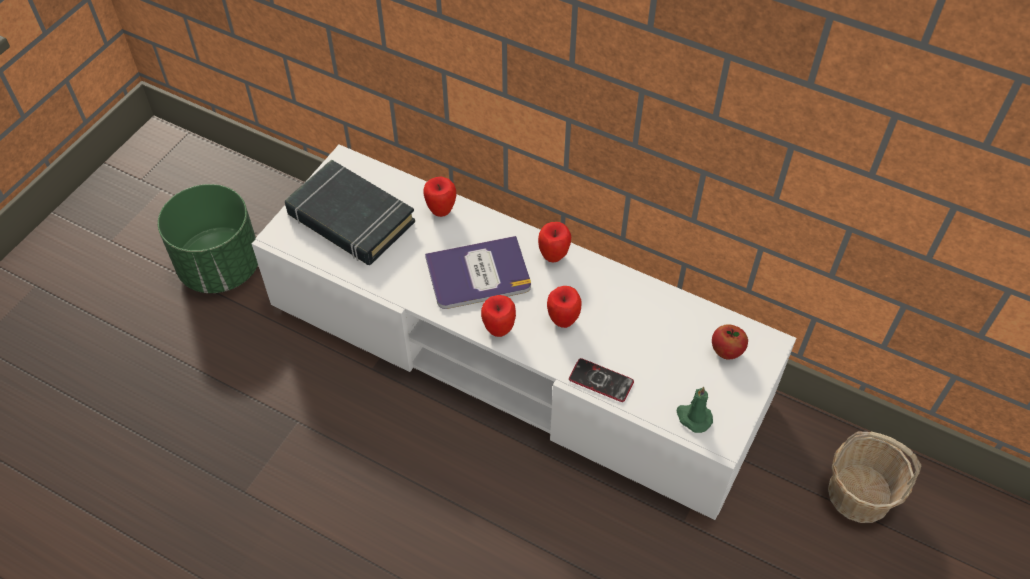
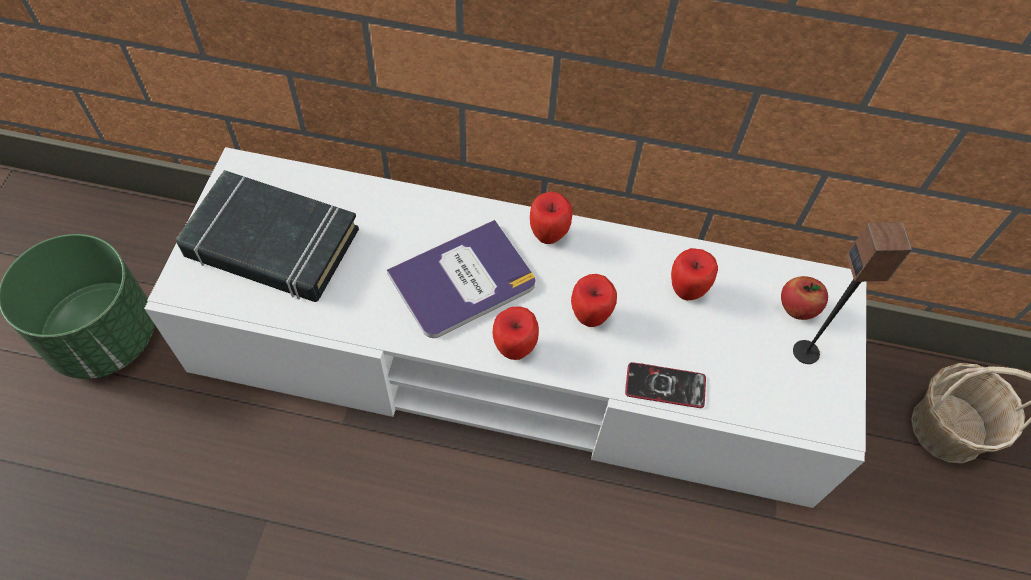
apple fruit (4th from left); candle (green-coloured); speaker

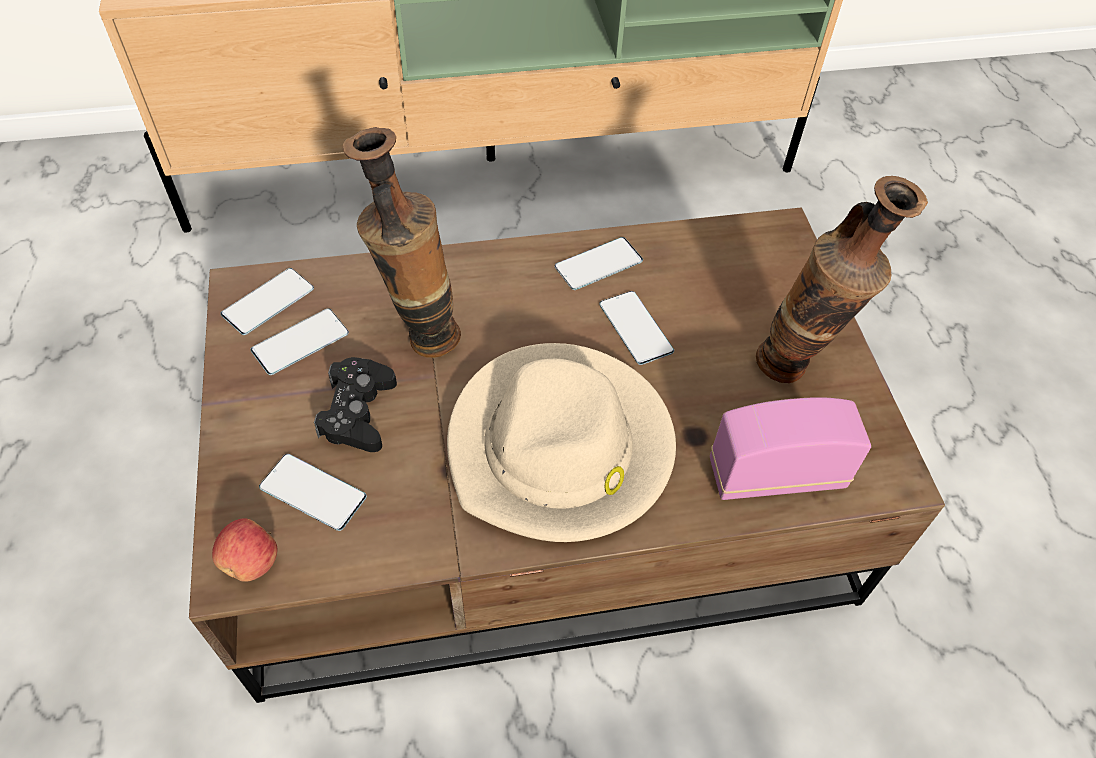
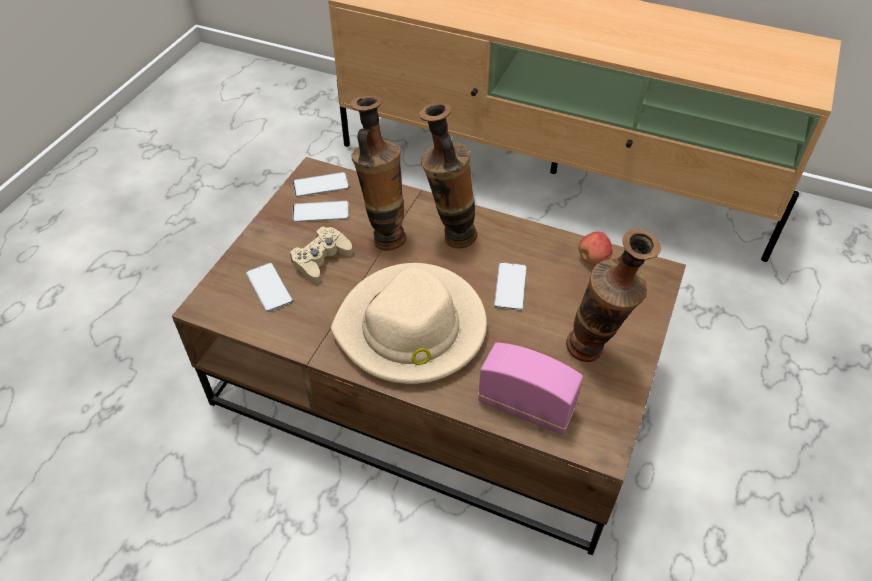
apple fruit; gamepad (beige-coloured); handset (4th from left in the first image); vase (2nd from left)

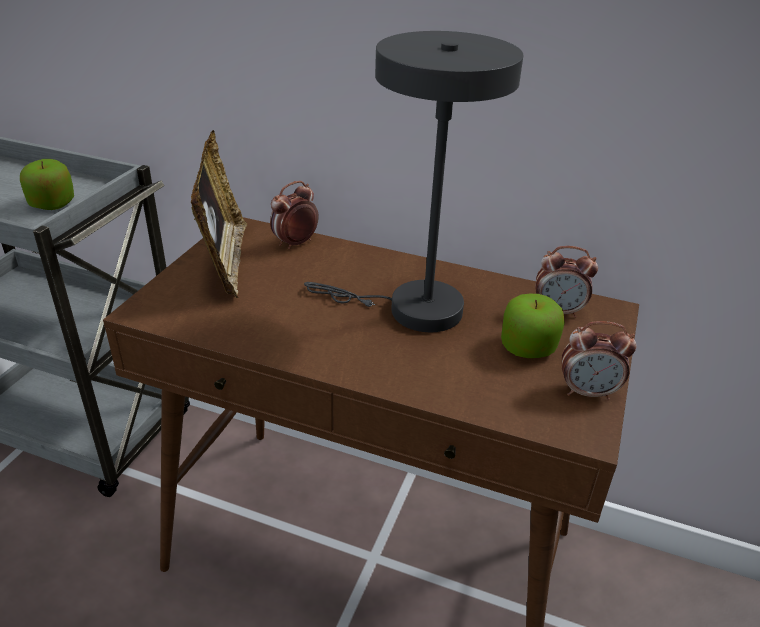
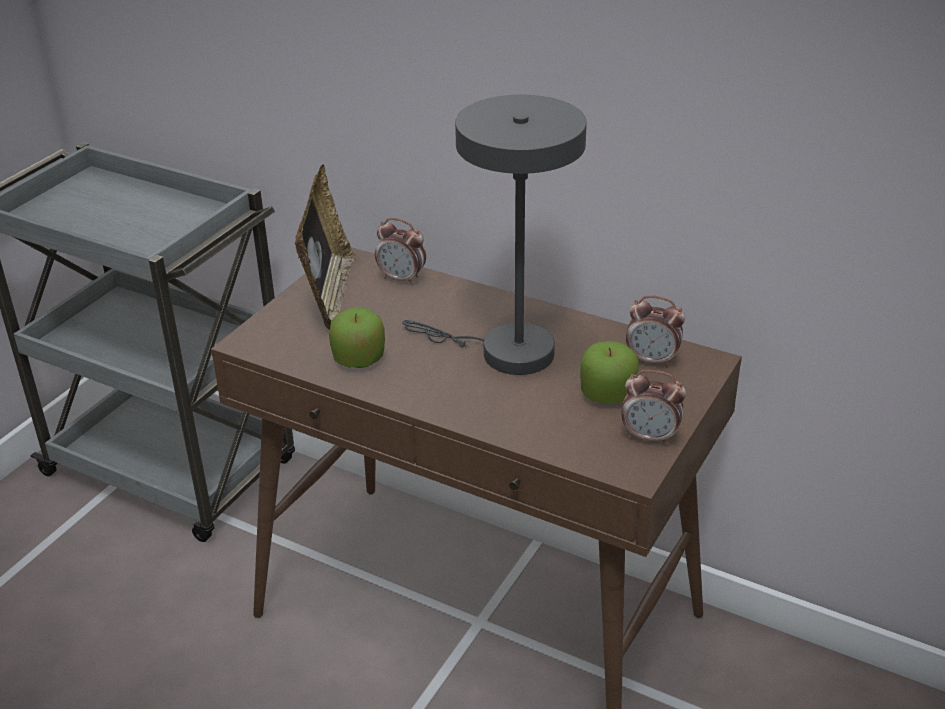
apple fruit (1st from left); alarm clock (1st from left)

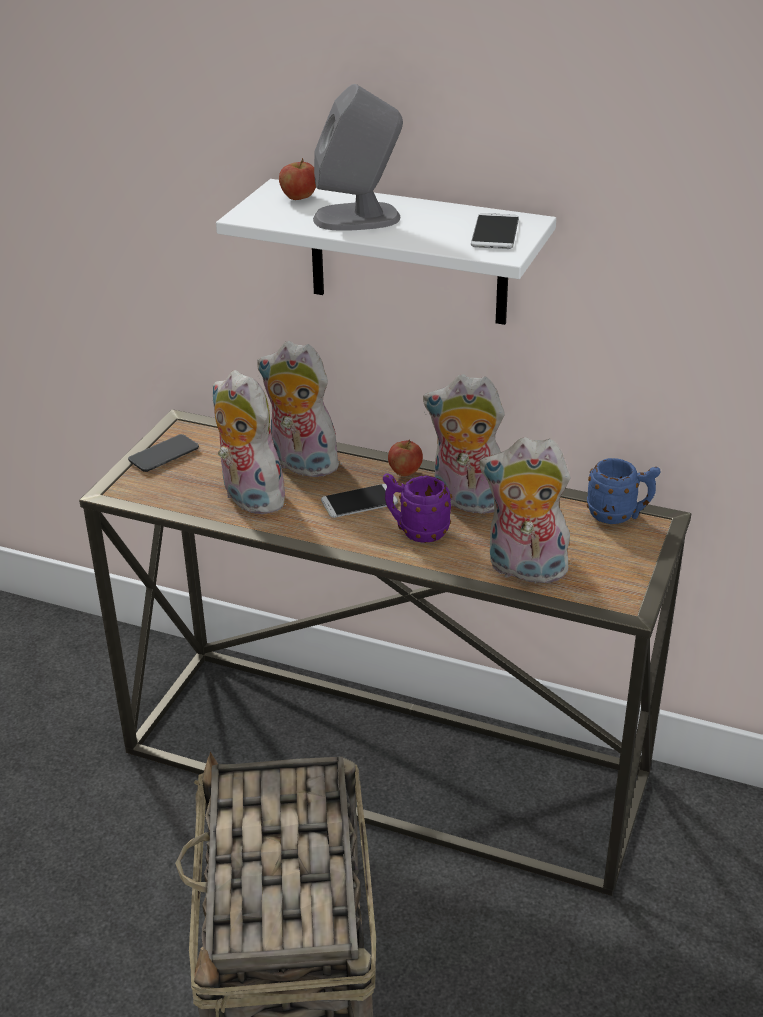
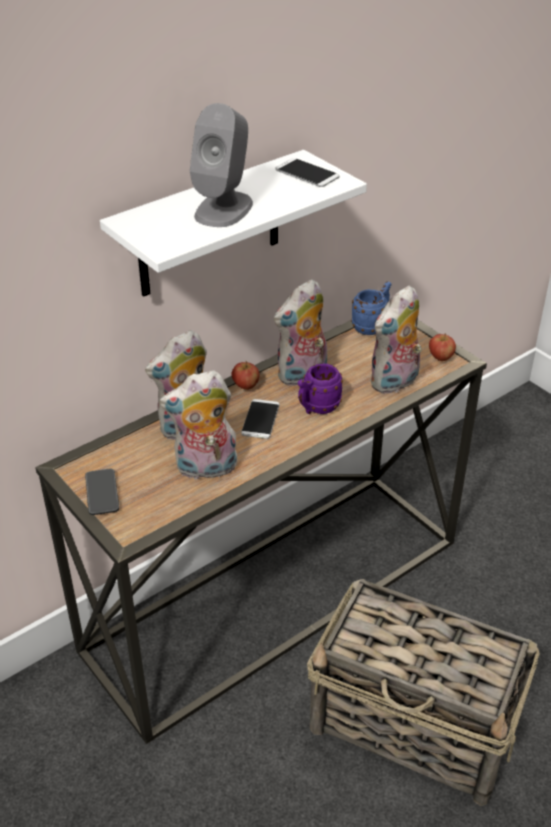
apple fruit (2nd from left)

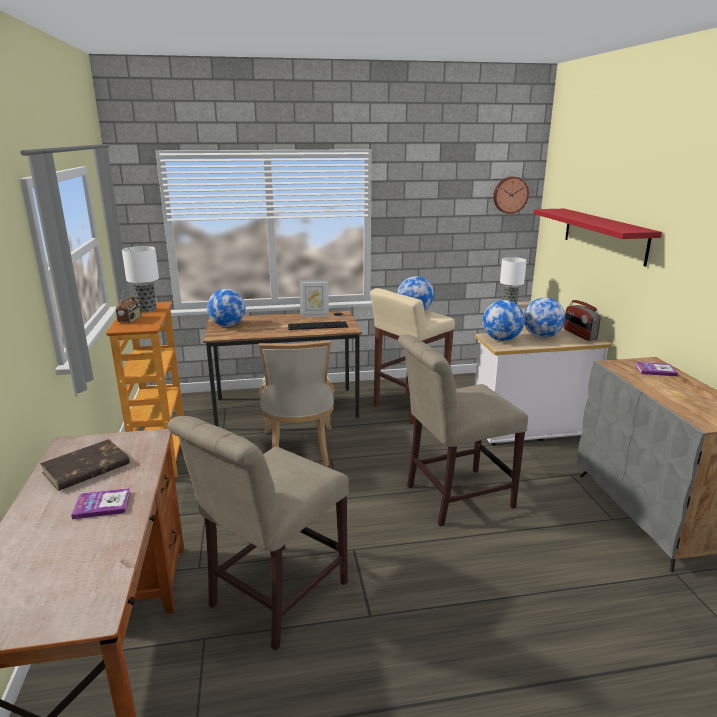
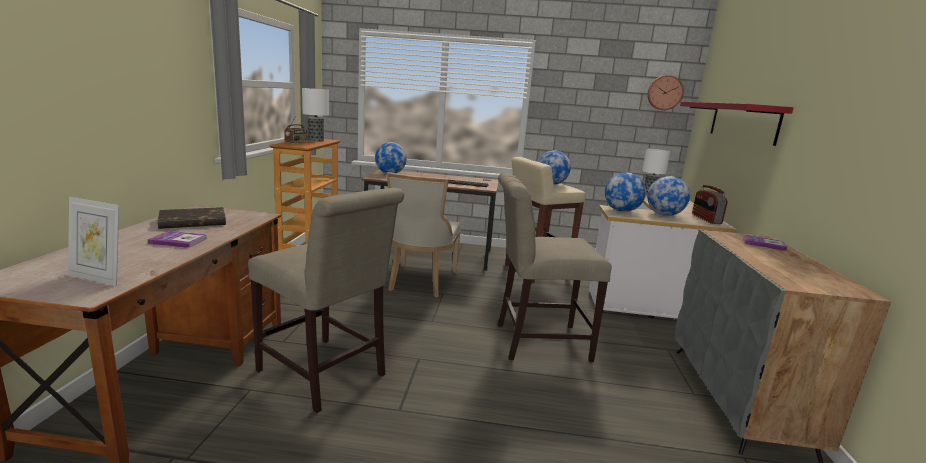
upright chair (beige-coloured) (1st from left); standing frame

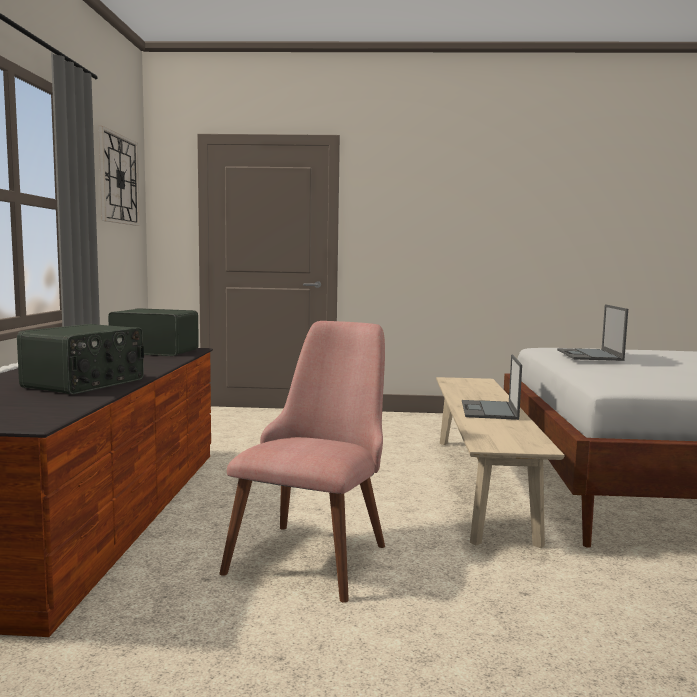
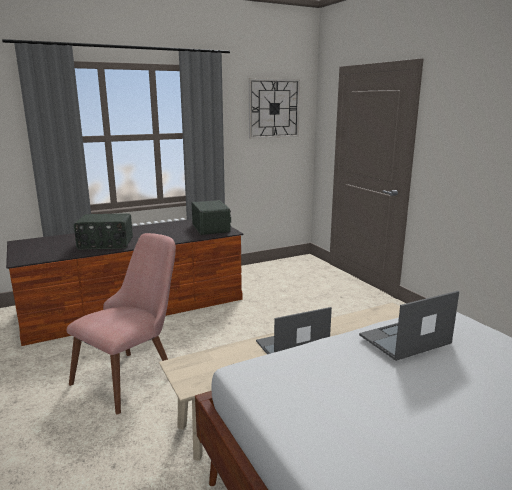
upright chair (pinkish)

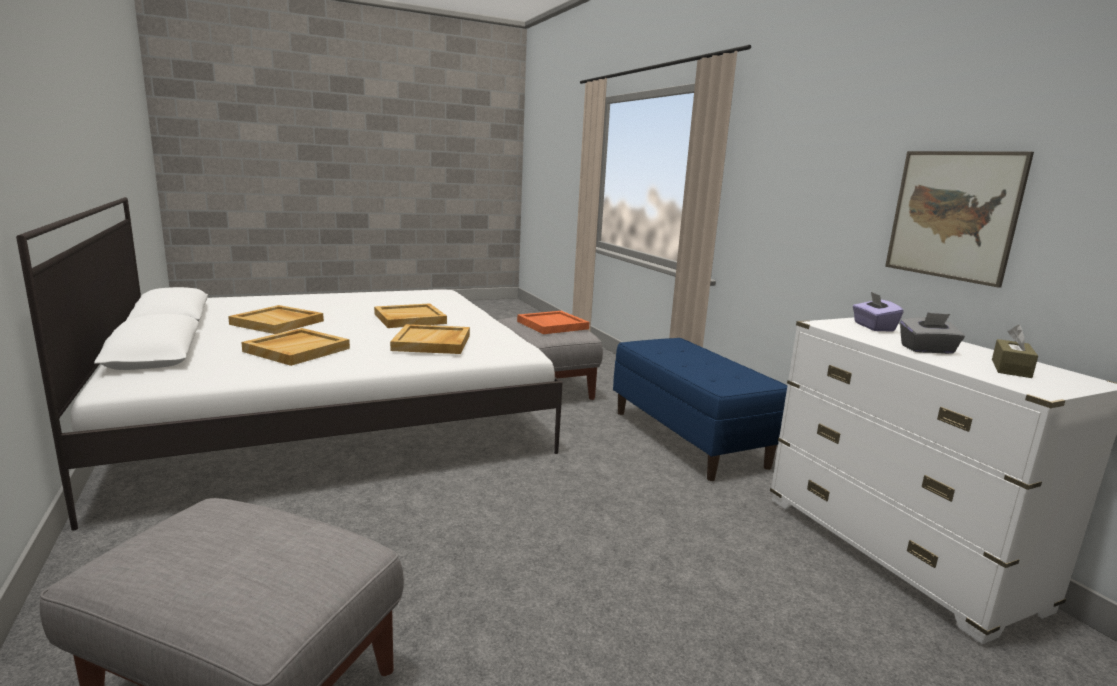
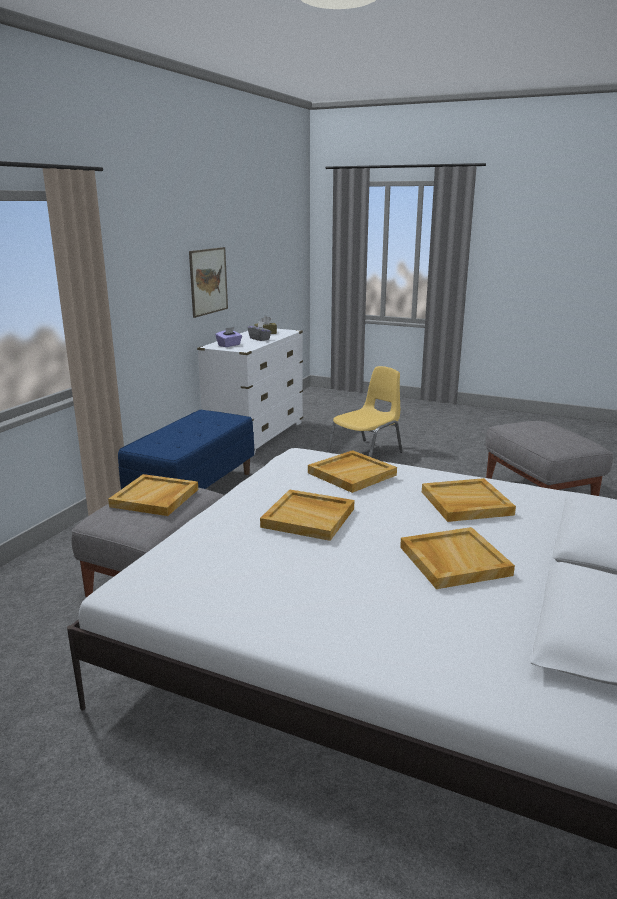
carrying tray (beige-coloured) (1st from left); upright chair (yellow)

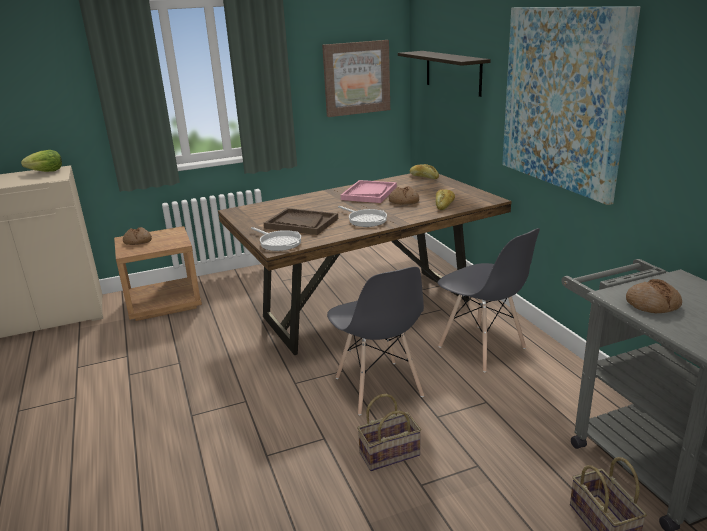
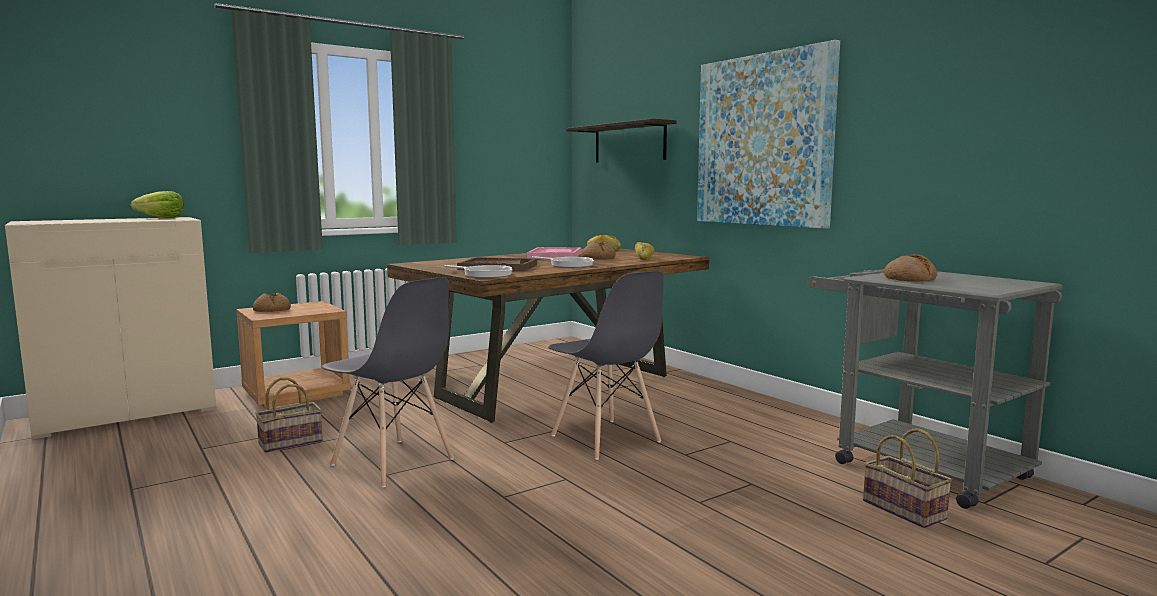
wall picture (1st from left in the first image); basket (1st from left); upright chair (greyish) (1st from left)

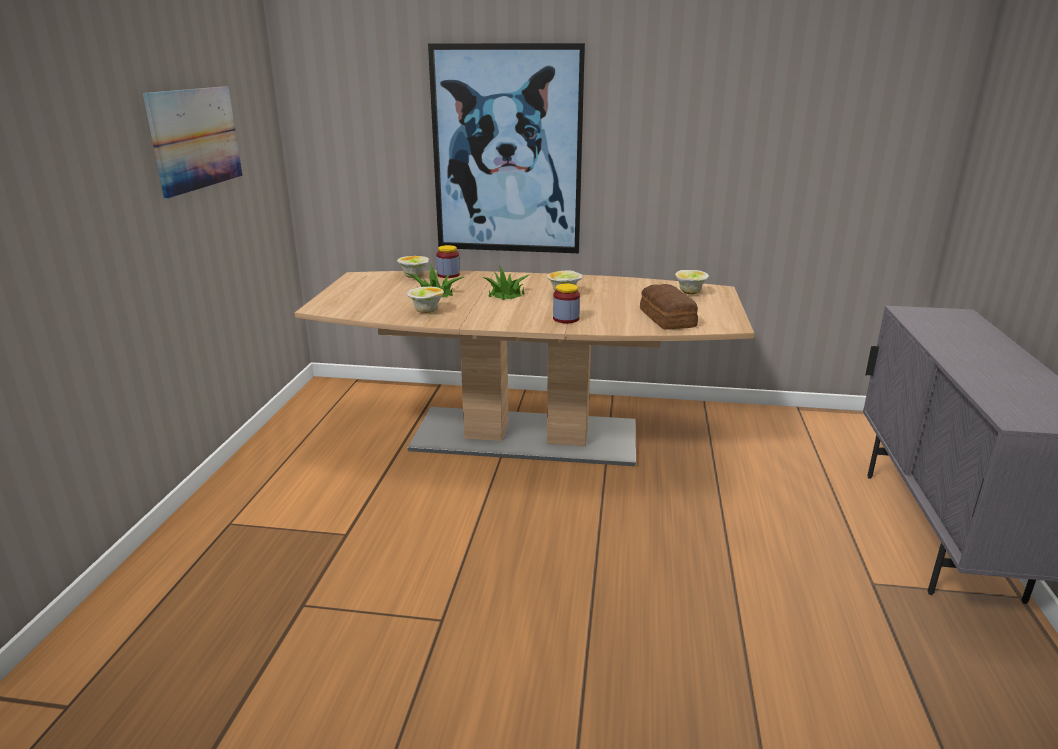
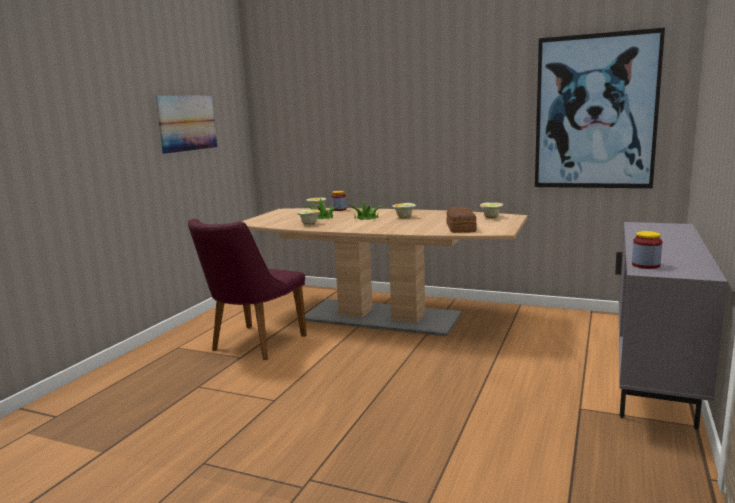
wall picture (2nd from left); jar (2nd from left); upright chair (purple-coloured)

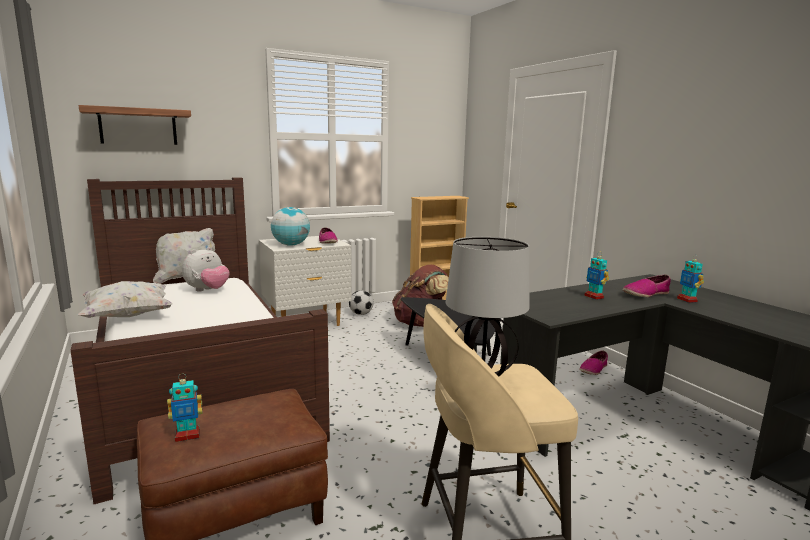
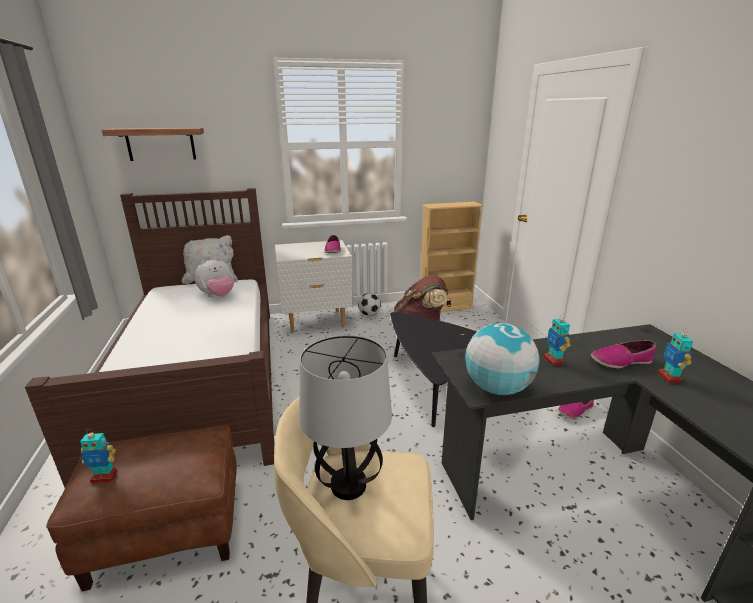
cushion (white-coloured) (1st from left in the first image); desk globe

